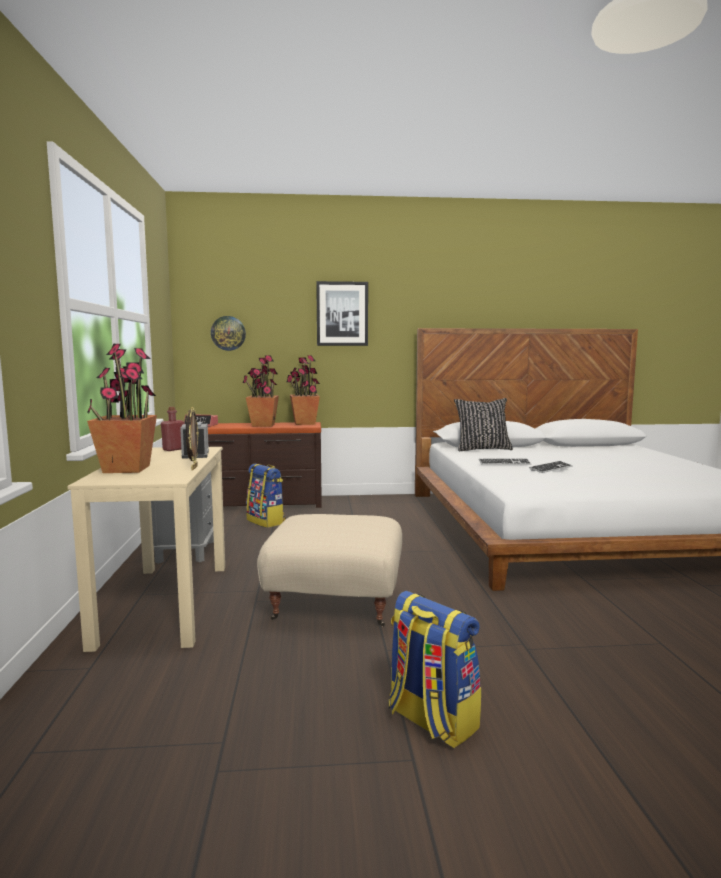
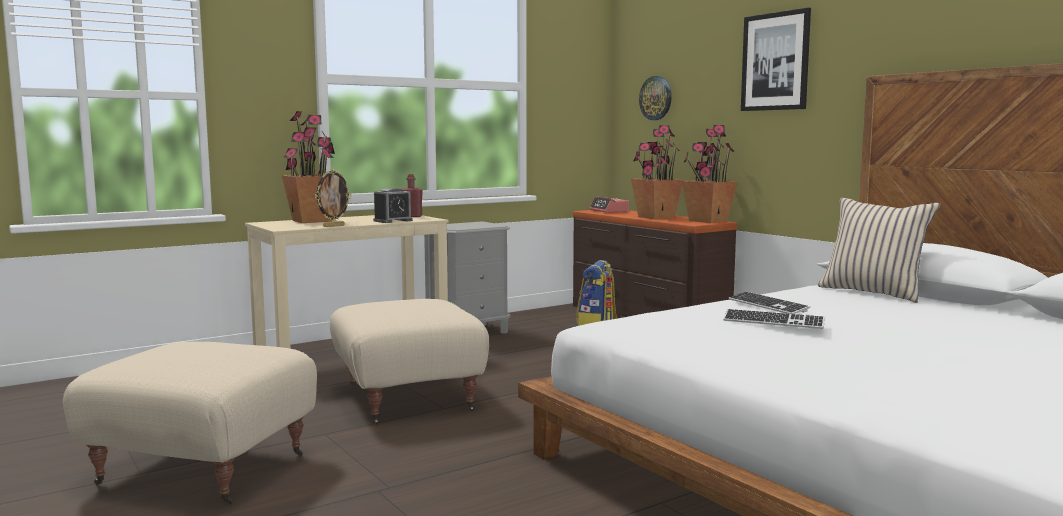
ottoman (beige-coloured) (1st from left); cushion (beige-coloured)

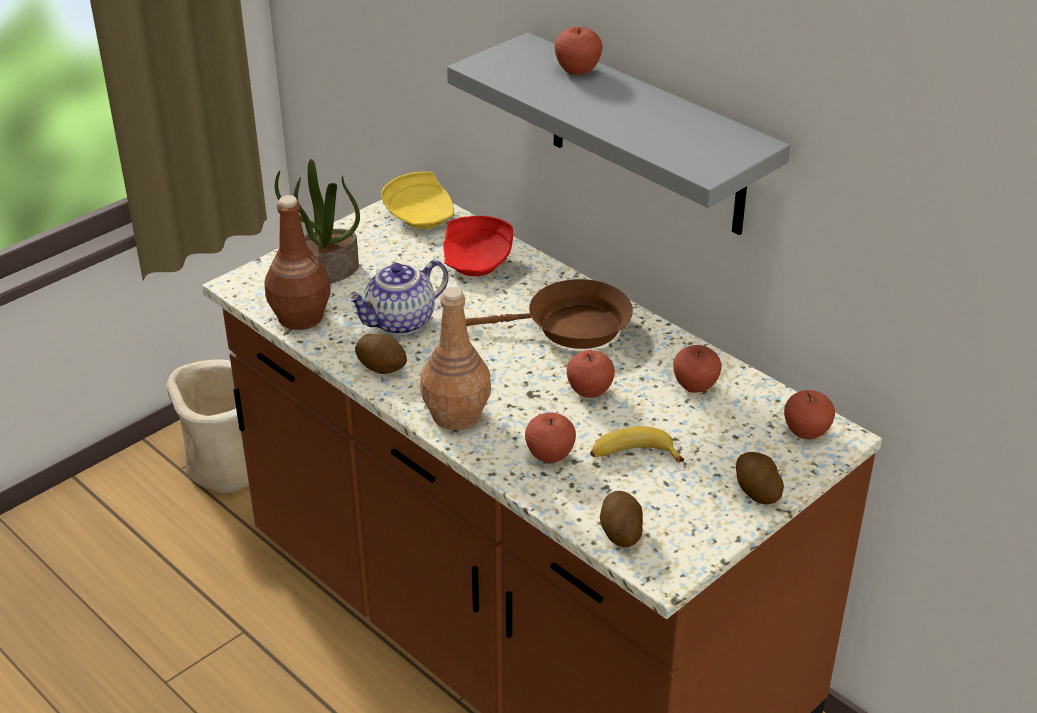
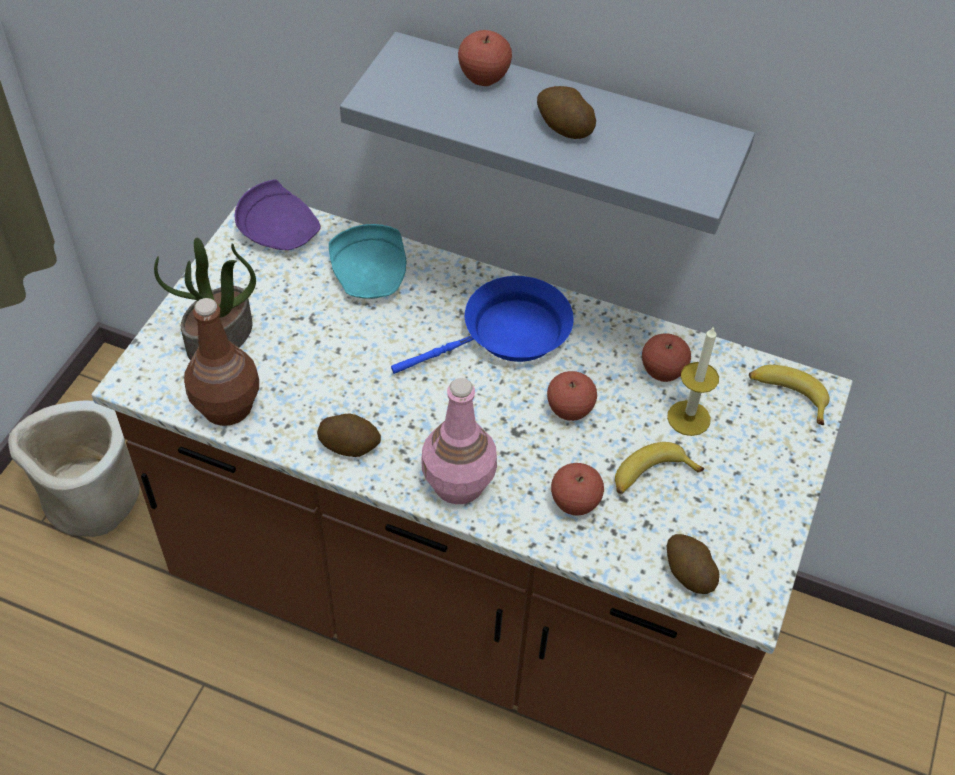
teapot; dinner plate (purple-coloured); beverage bottle (pinkish); dinner plate (turquoise-coloured); skillet (blue); spud (2nd from left); banana fruit (2nd from left); candle

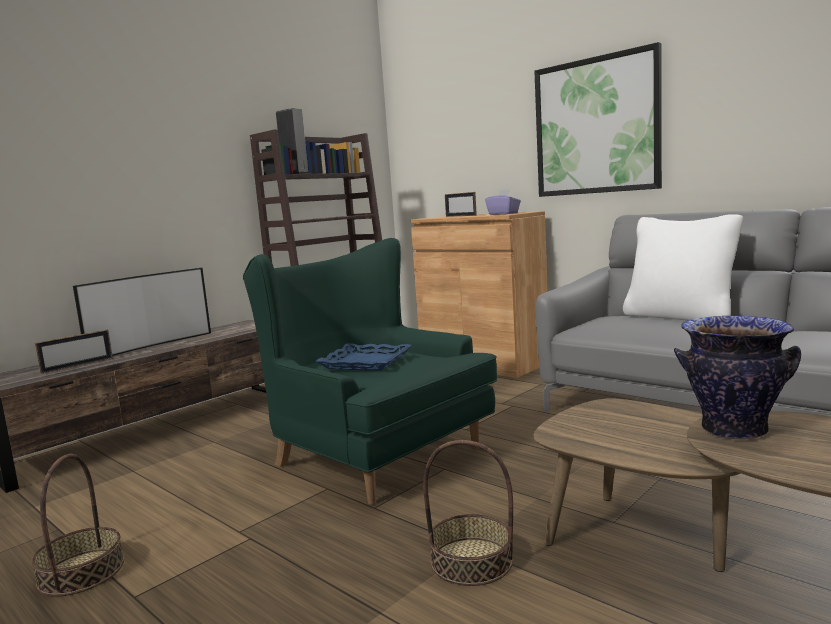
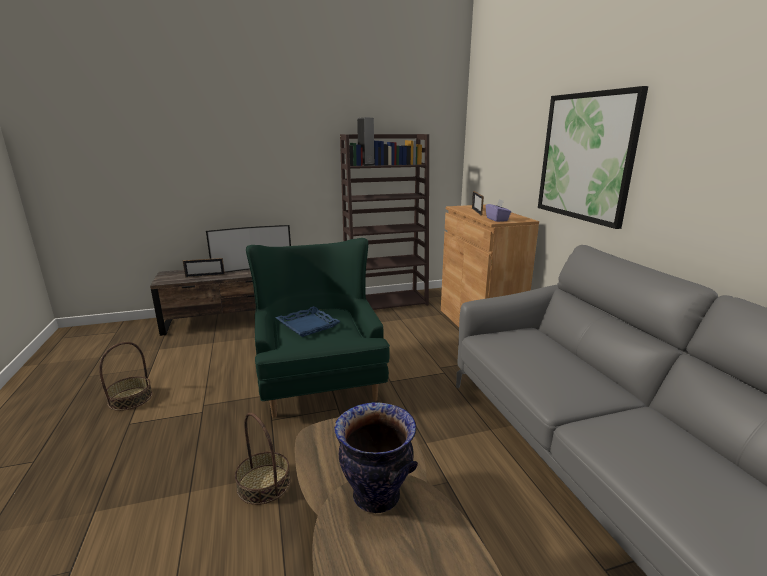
cushion (white-coloured)

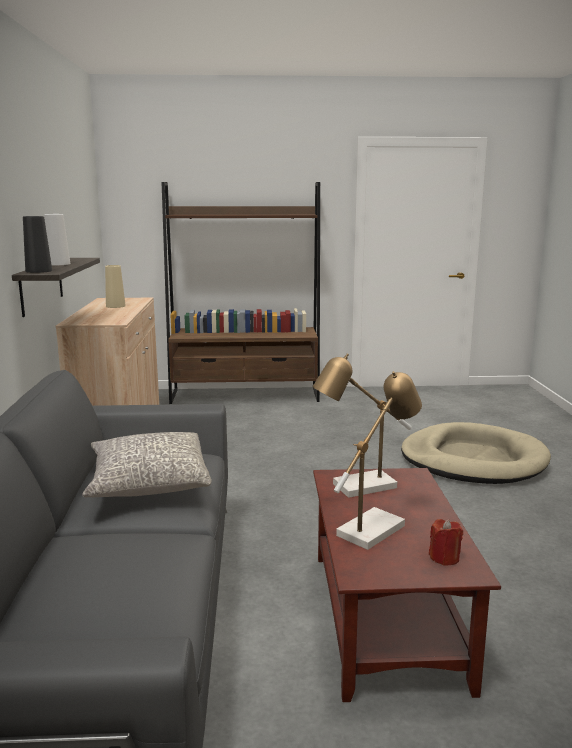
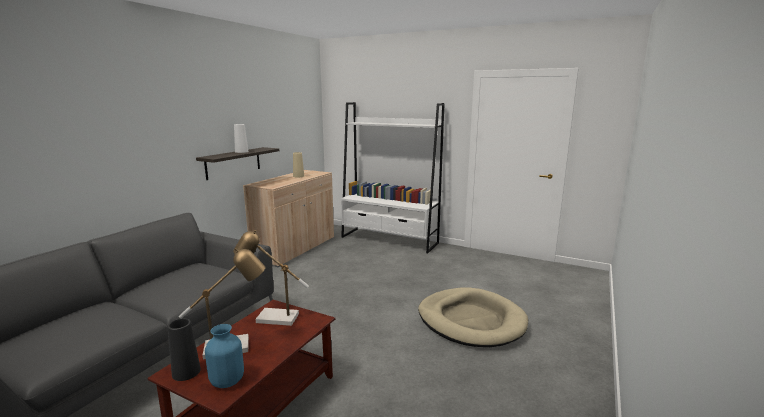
vase (black); cushion (greyish); bookcase (white-coloured); vase (blue)

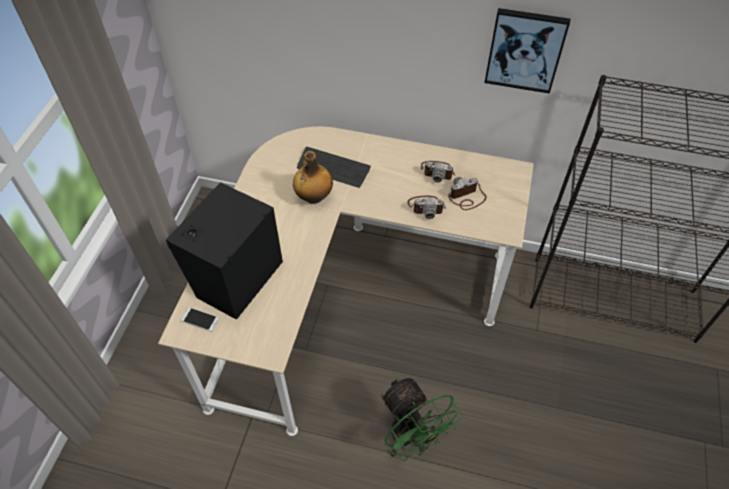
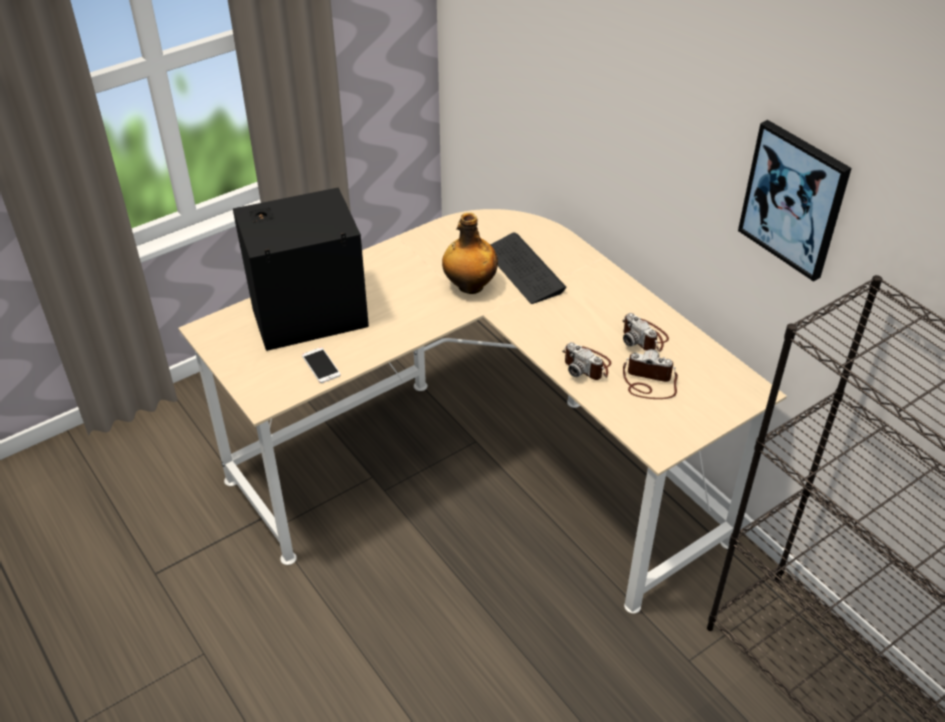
handset; cooling fan (green-coloured)

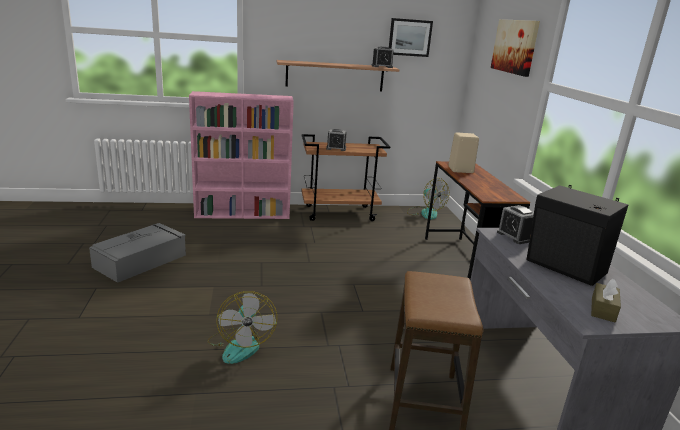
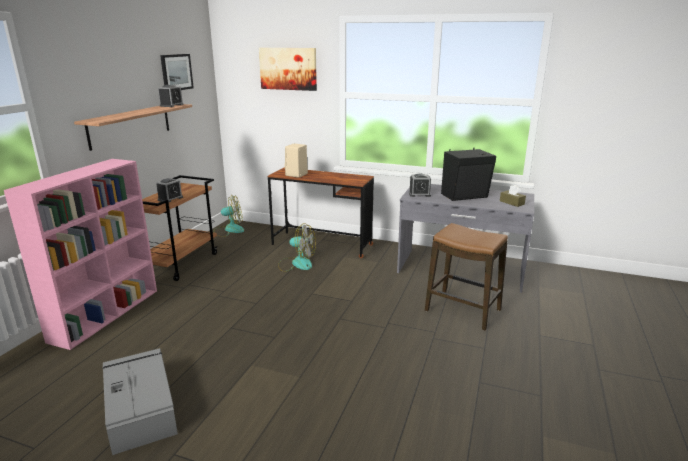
cooling fan (2nd from left)

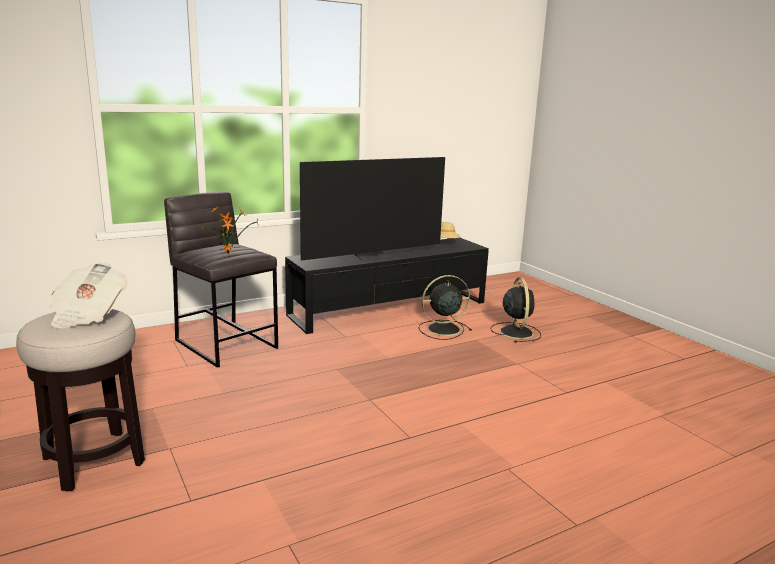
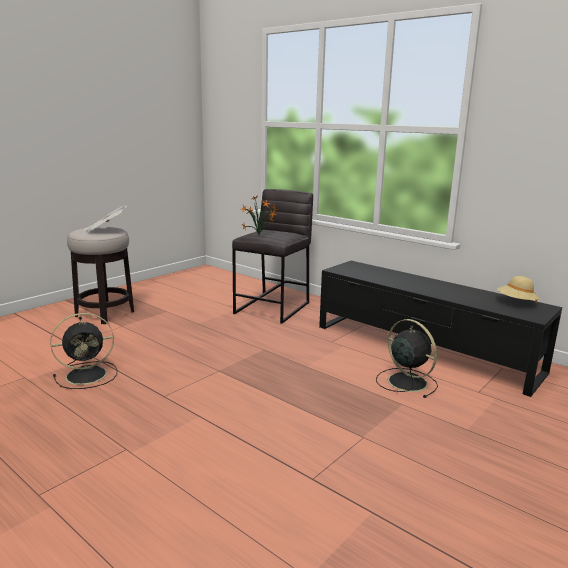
TV; cooling fan (black) (1st from left)

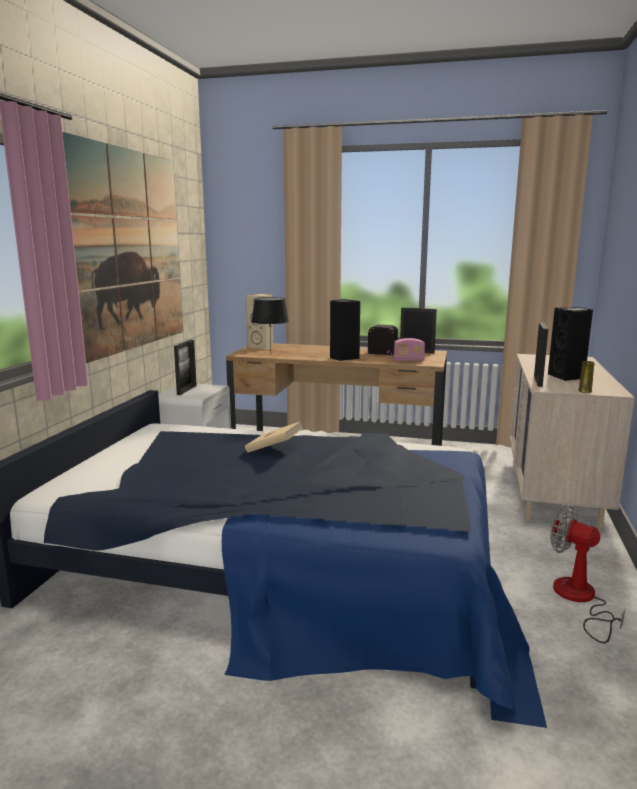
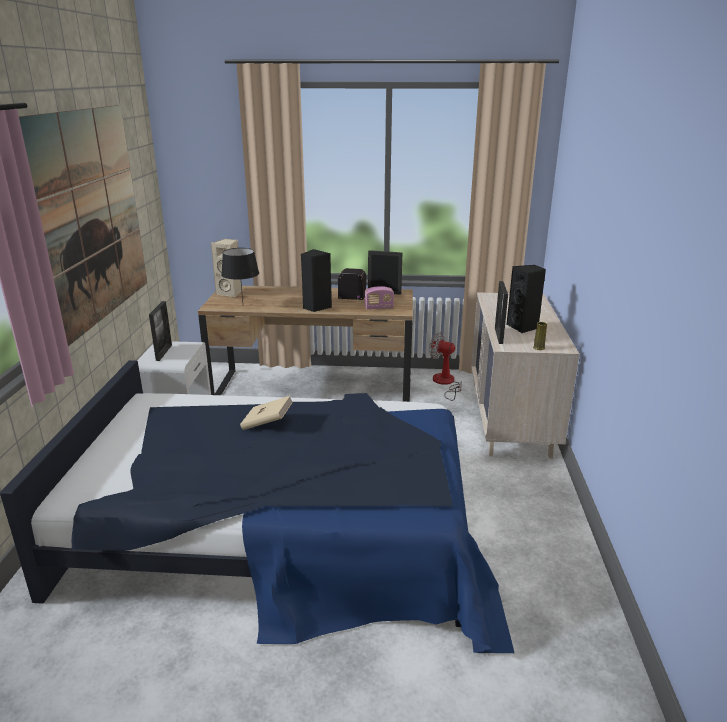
cooling fan

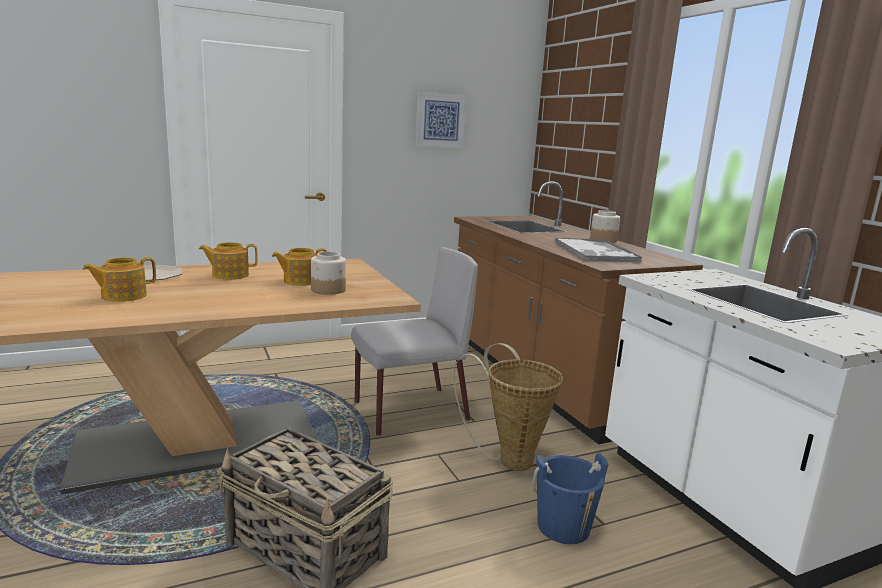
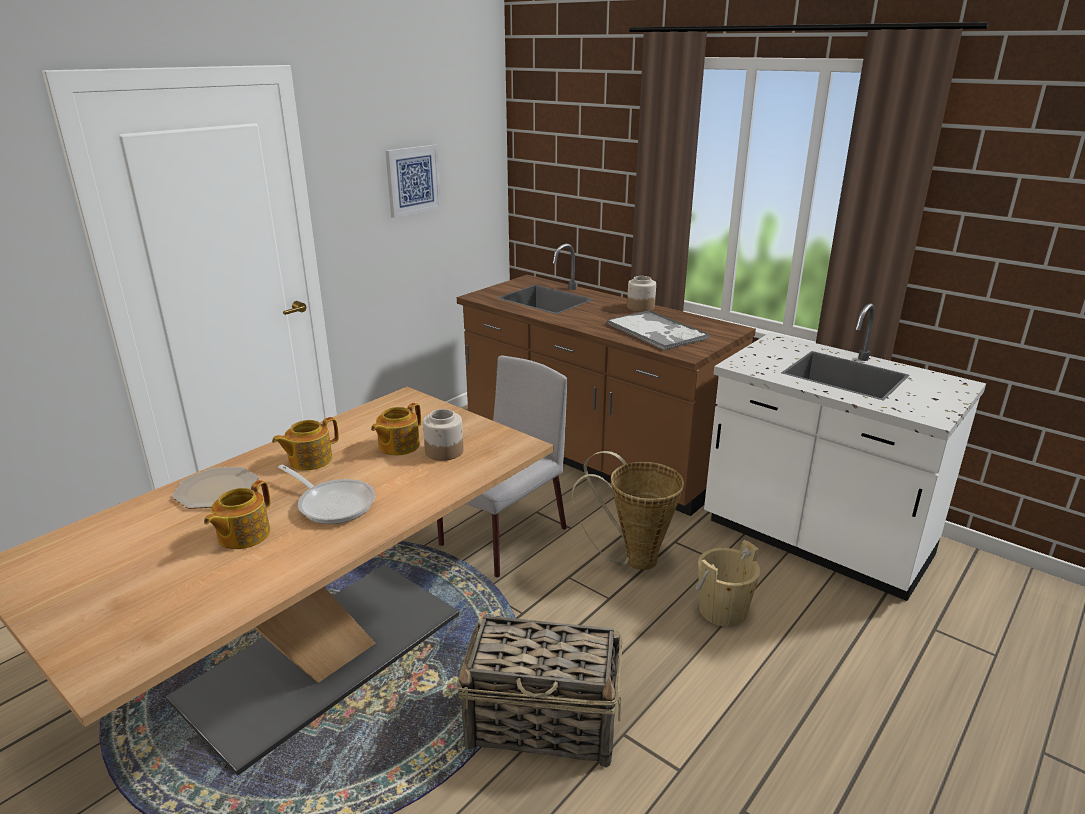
bucket (beige-coloured); skillet

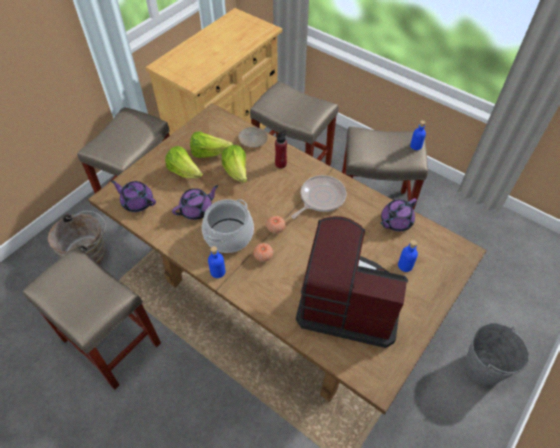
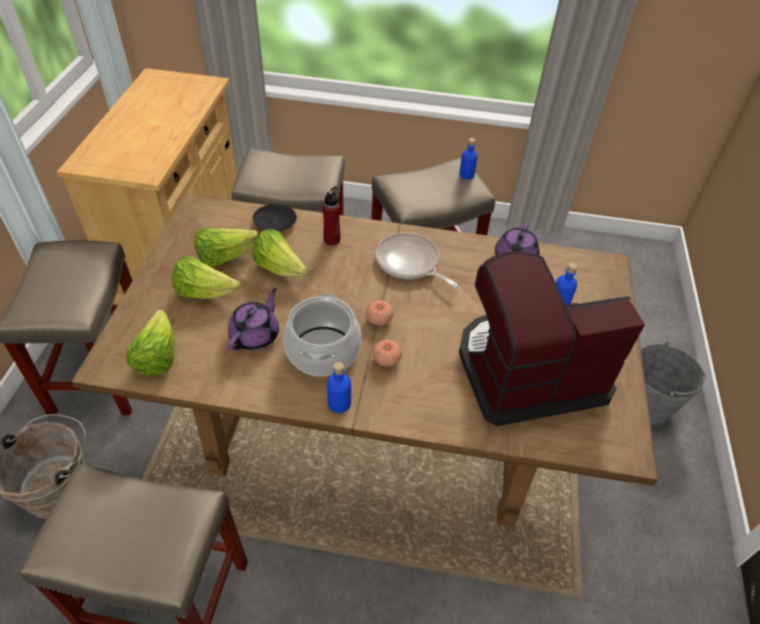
lettuce head (1st from left); dinner plate (black); skillet

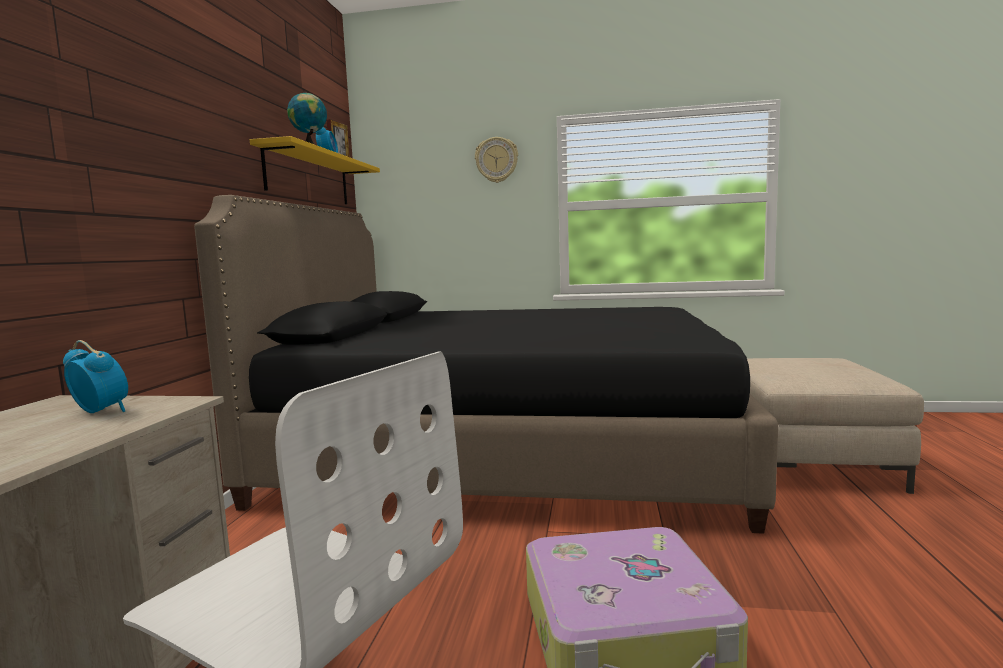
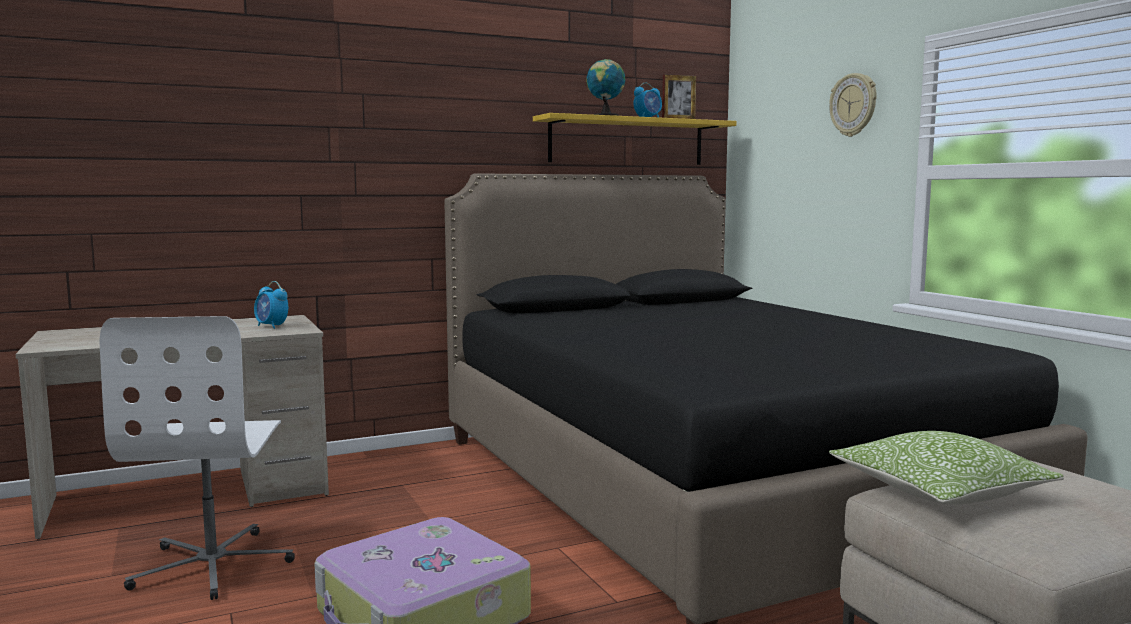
alarm clock (1st from left); cushion

